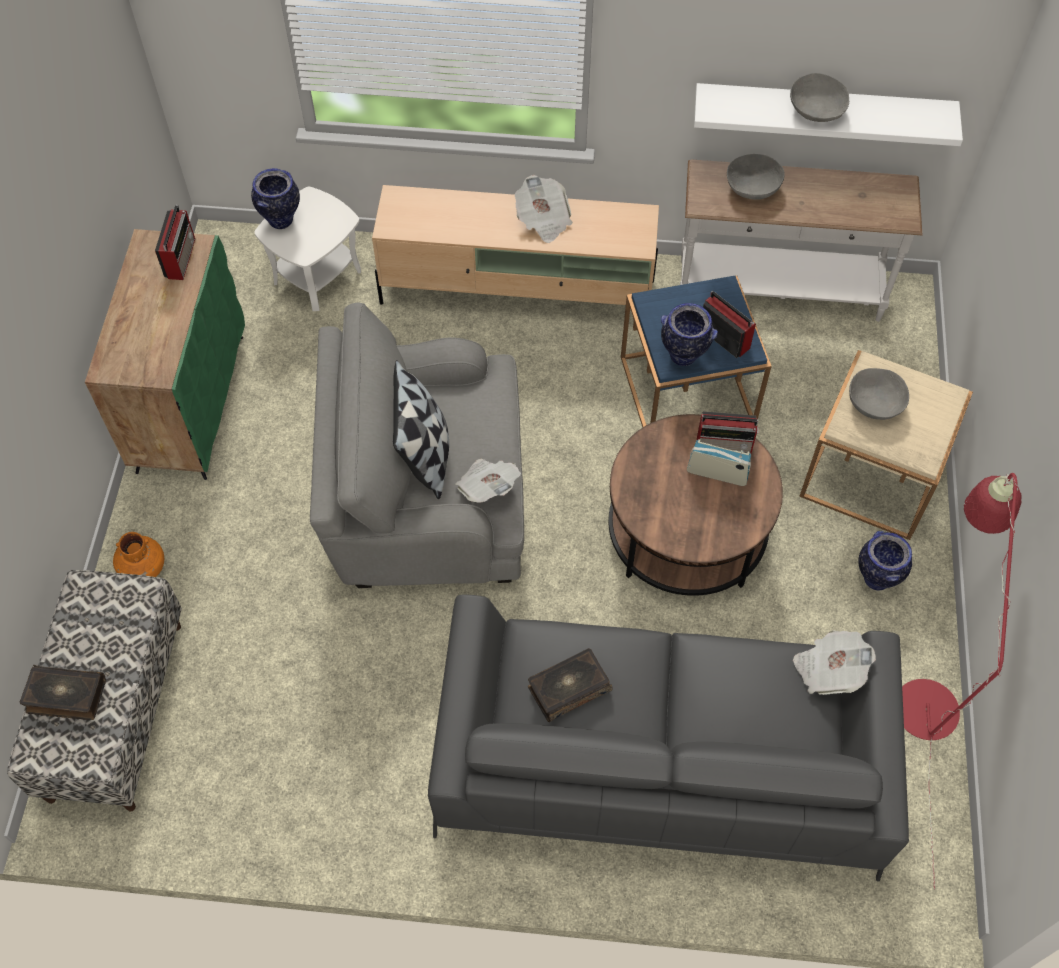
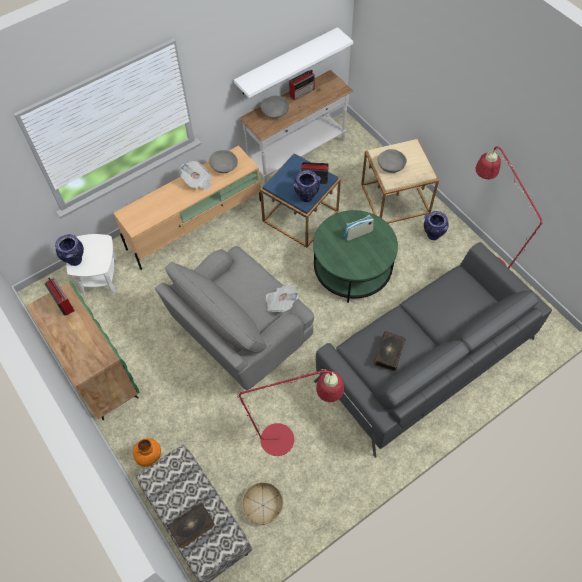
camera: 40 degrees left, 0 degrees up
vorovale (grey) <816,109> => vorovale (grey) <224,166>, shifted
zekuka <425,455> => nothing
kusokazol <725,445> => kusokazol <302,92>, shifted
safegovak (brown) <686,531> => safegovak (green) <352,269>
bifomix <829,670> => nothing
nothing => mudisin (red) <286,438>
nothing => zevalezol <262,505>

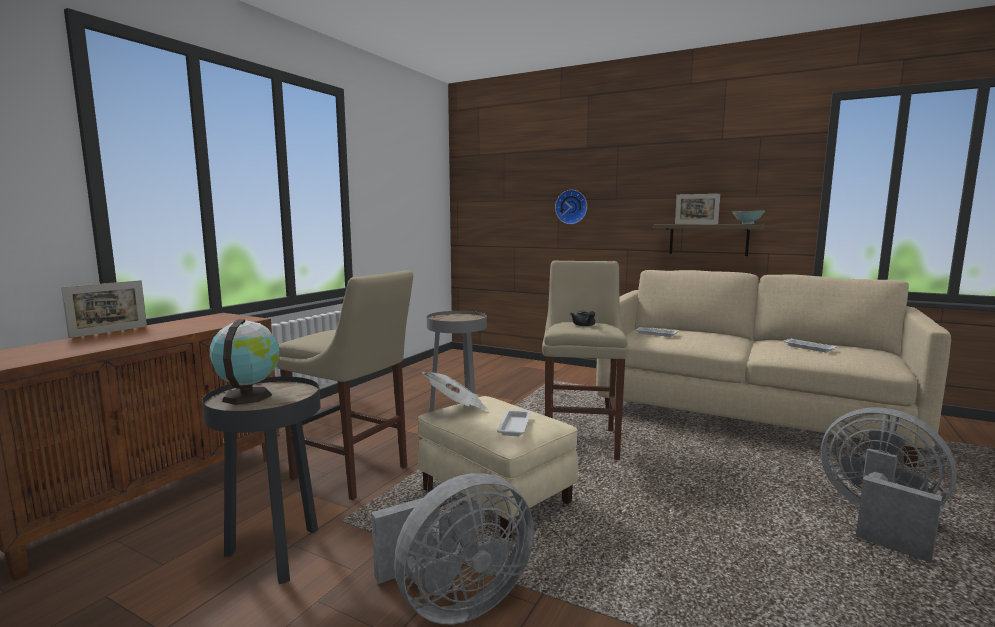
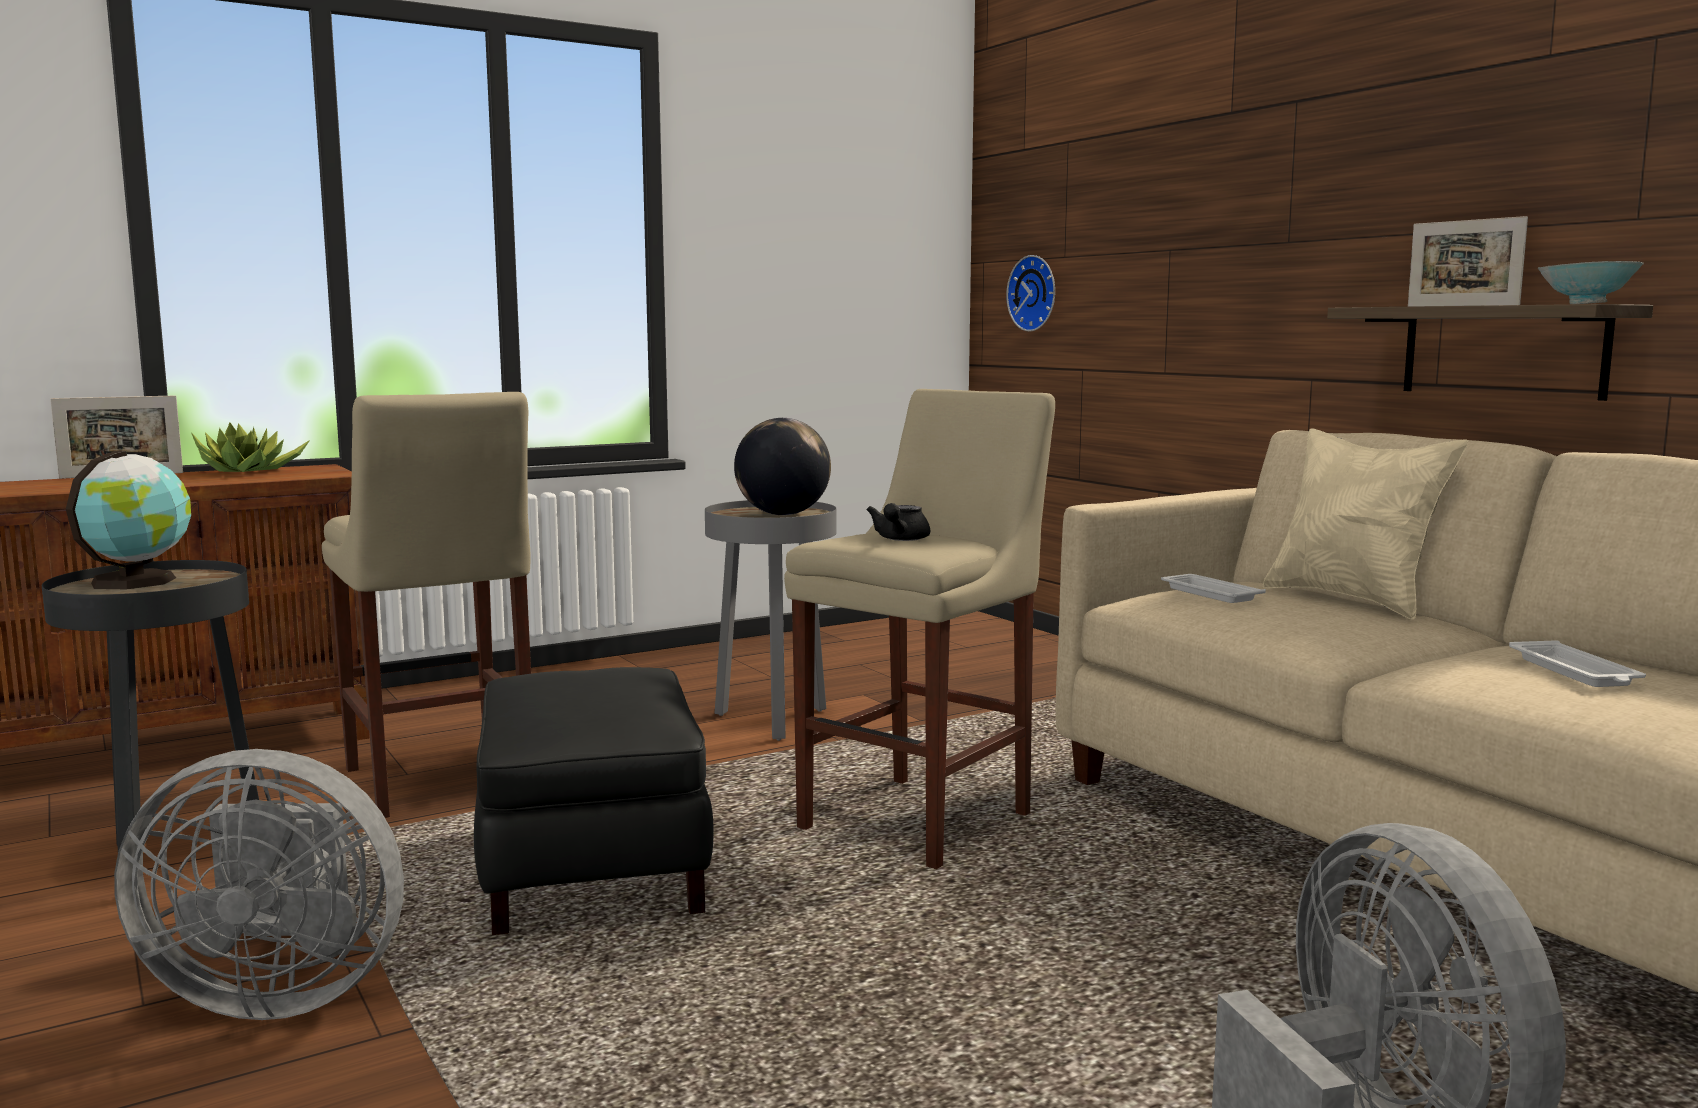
camera: 30 degrees right, 0 degrees up
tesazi <571,207> => tesazi <1035,293>, shifted
bifomix <456,407> => nothing
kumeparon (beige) <494,497> => kumeparon (black) <591,870>
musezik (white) <515,426> => nothing
nothing => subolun <783,514>
nothing => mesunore <247,472>
nothing => zekuka (beige) <1353,600>

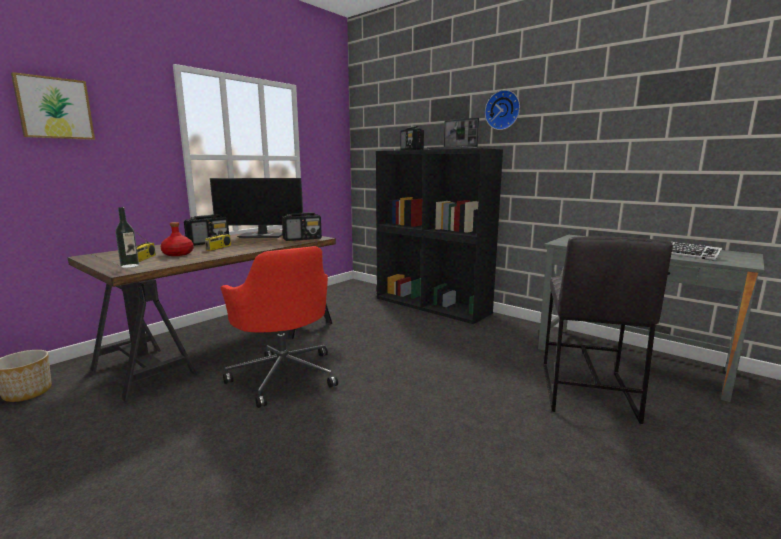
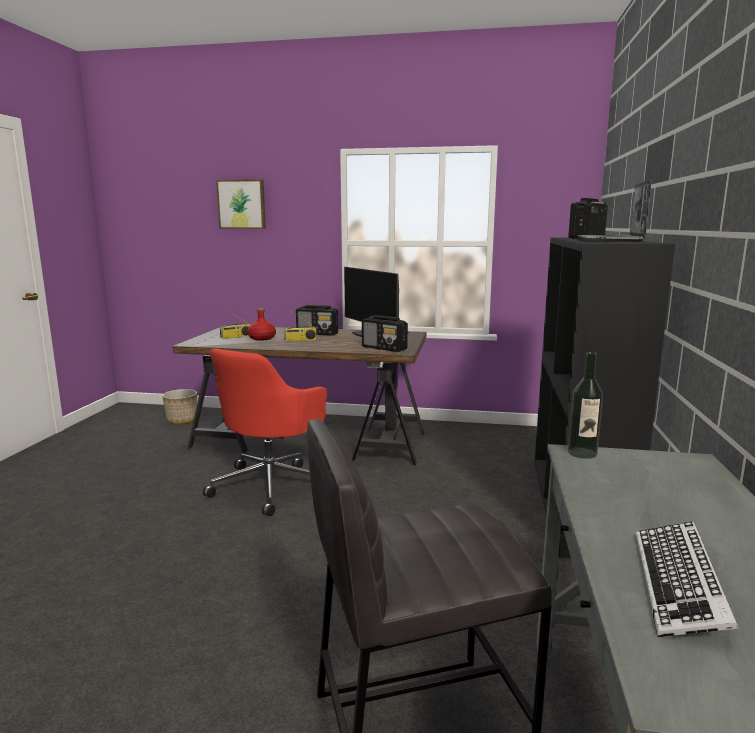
camera: 60 degrees right, 0 degrees up
tesazi <503,110> => nothing
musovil <130,266> => musovil <582,453>, shifted

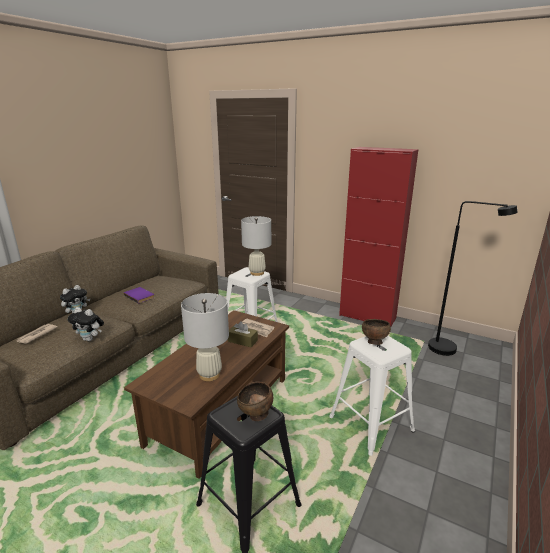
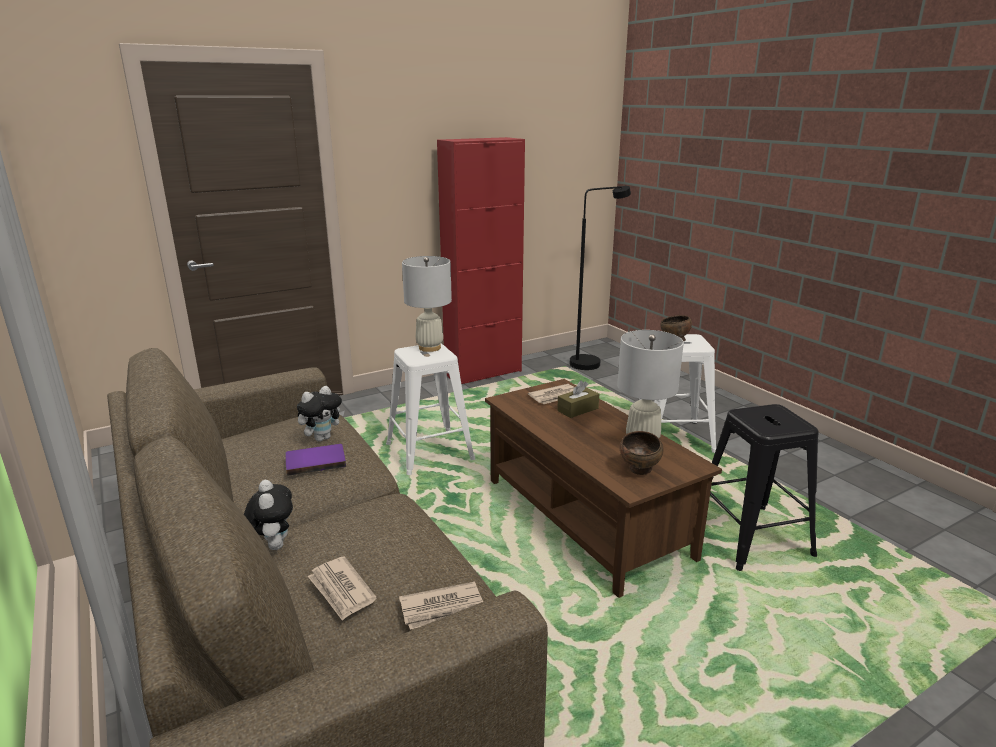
camera: 60 degrees left, 0 degrees up
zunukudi <90,339> => zunukudi <322,438>, shifted
vorovale (brown) <256,416> => vorovale (brown) <640,471>, shifted
nothing => bifomix <443,608>

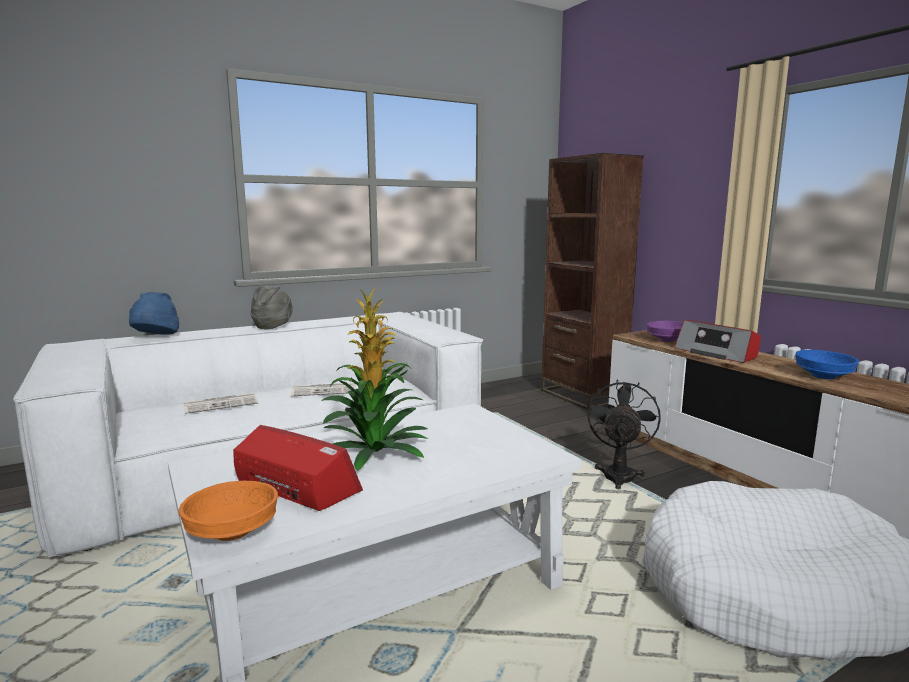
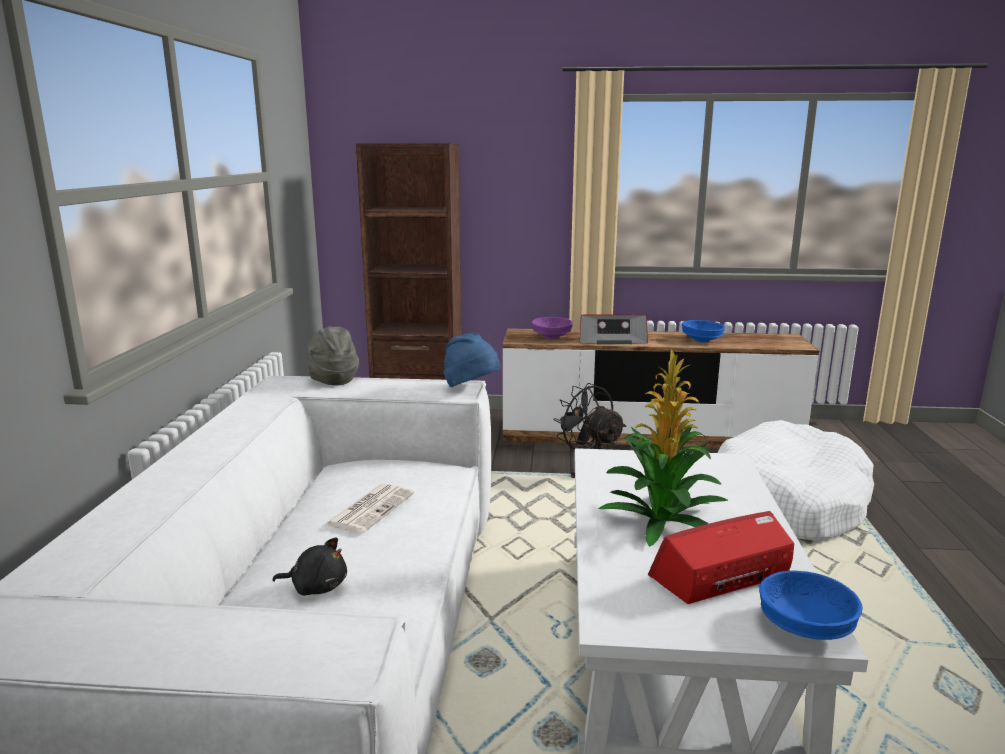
camera: 55 degrees left, 5 degrees up
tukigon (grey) <273,326> => tukigon (grey) <332,380>, shifted
tukigon (blue) <156,337> => tukigon (blue) <472,388>, shifted
bifomix <222,404> => zunukudi (black) <316,587>
vorovale (orange) <233,532> => vorovale (blue) <806,626>

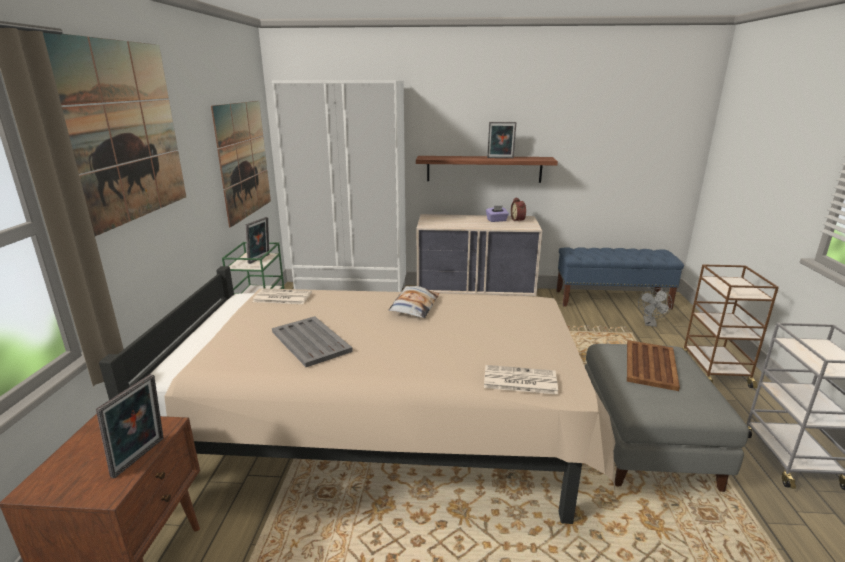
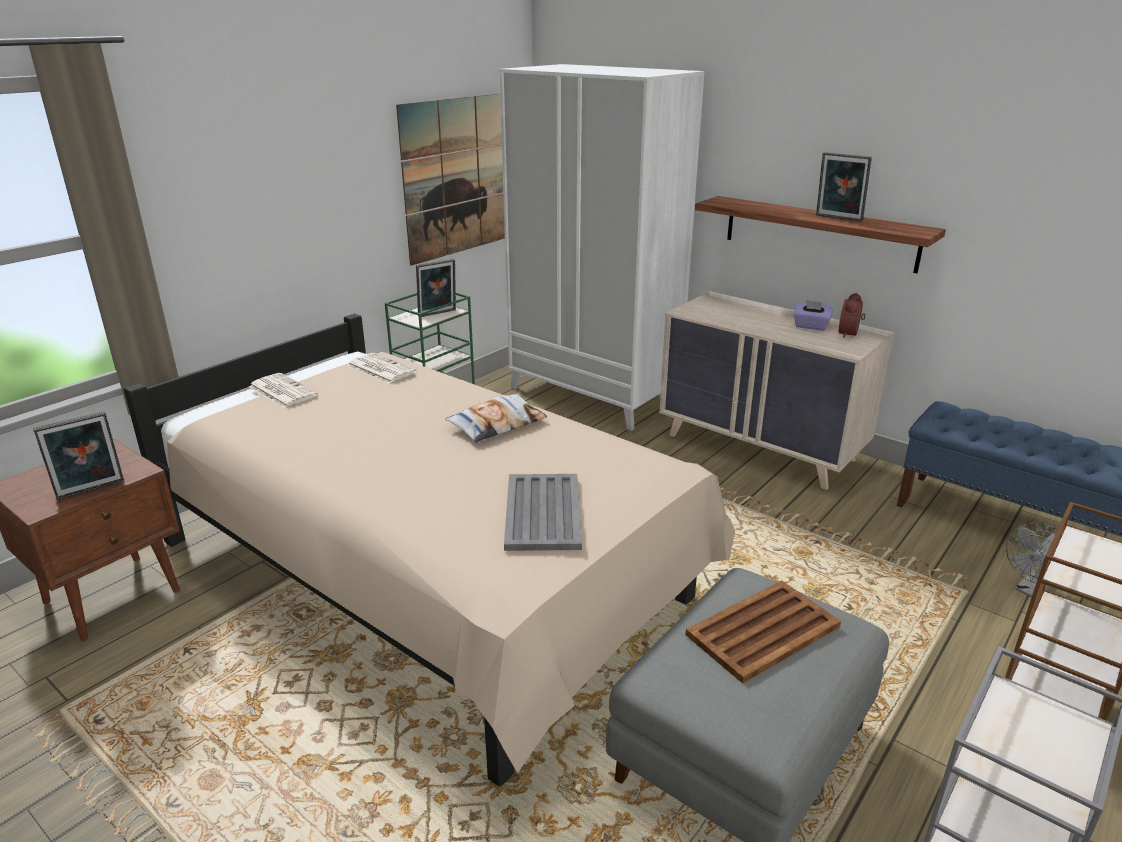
camera: 35 degrees right, 5 degrees up
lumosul <125,132> => nothing
musezik (grey) <310,341> => musezik (grey) <543,511>, shifted
bifomix <519,381> => bifomix <281,391>, shifted

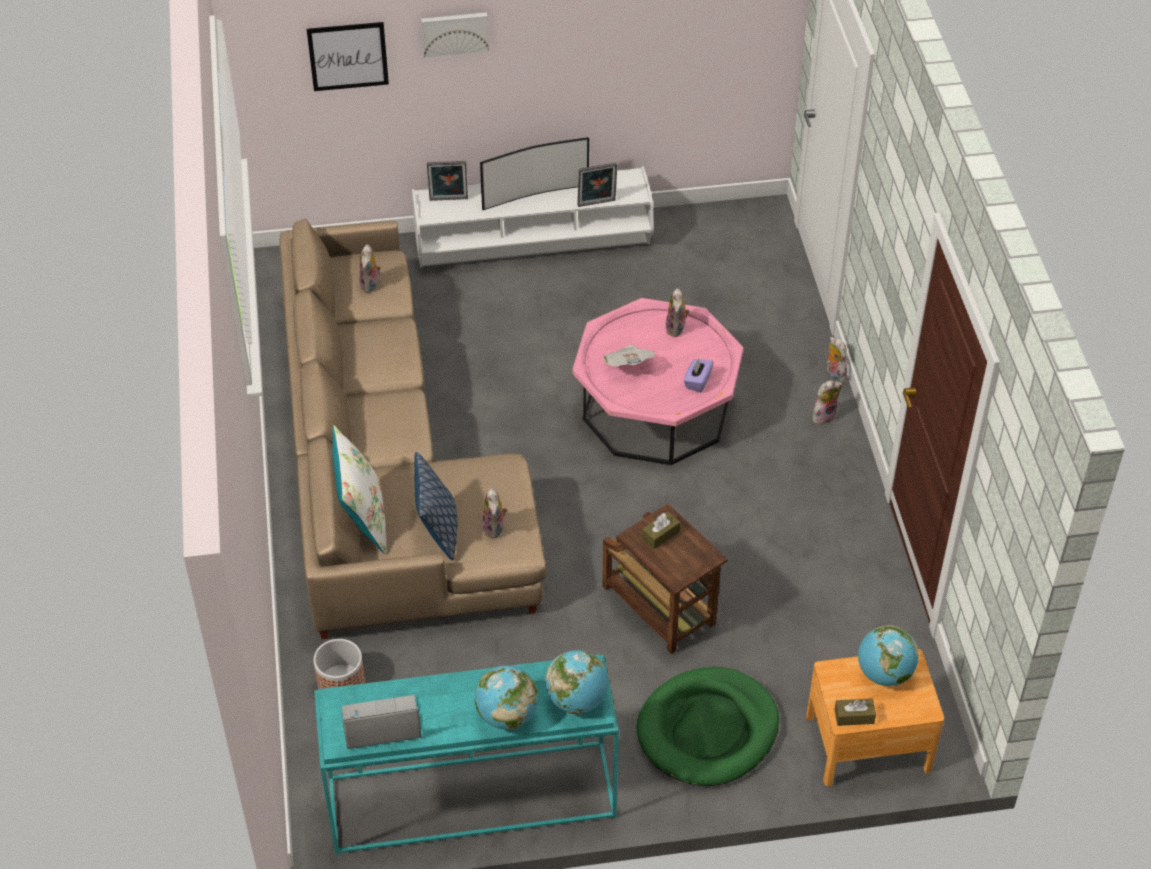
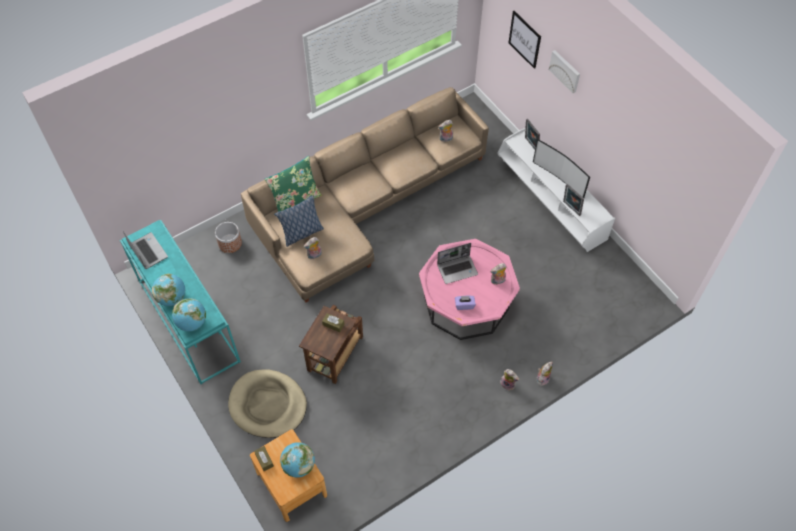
camera: 65 degrees right, 10 degrees up
bifomix <628,365> => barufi <457,269>
zekuka (white) <362,518> => zekuka (green) <296,201>
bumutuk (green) <708,730> => bumutuk (beige) <268,405>

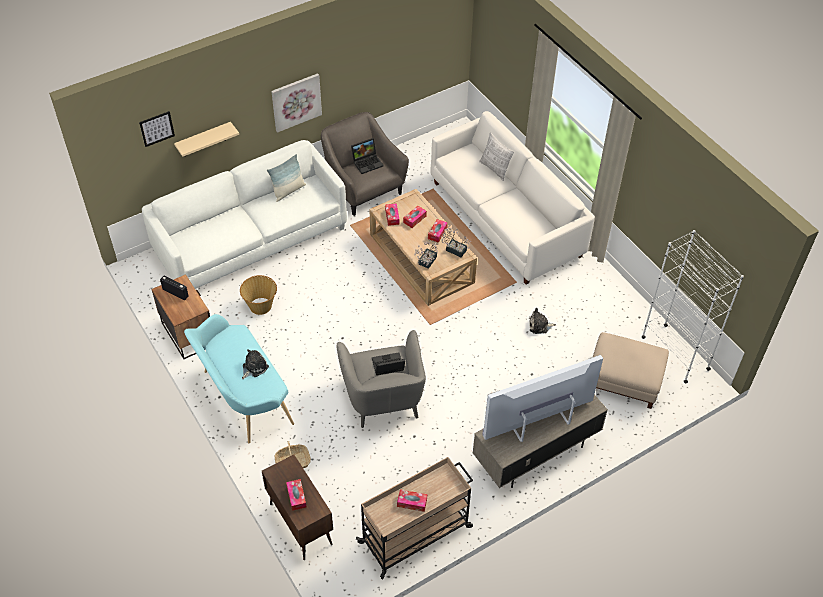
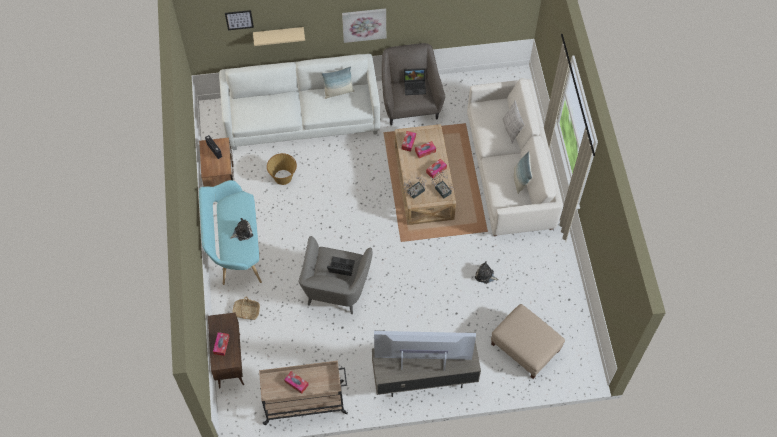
camera: 25 degrees right, 10 degrees up
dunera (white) <675,353> => nothing
nothing => zekuka <520,180>

